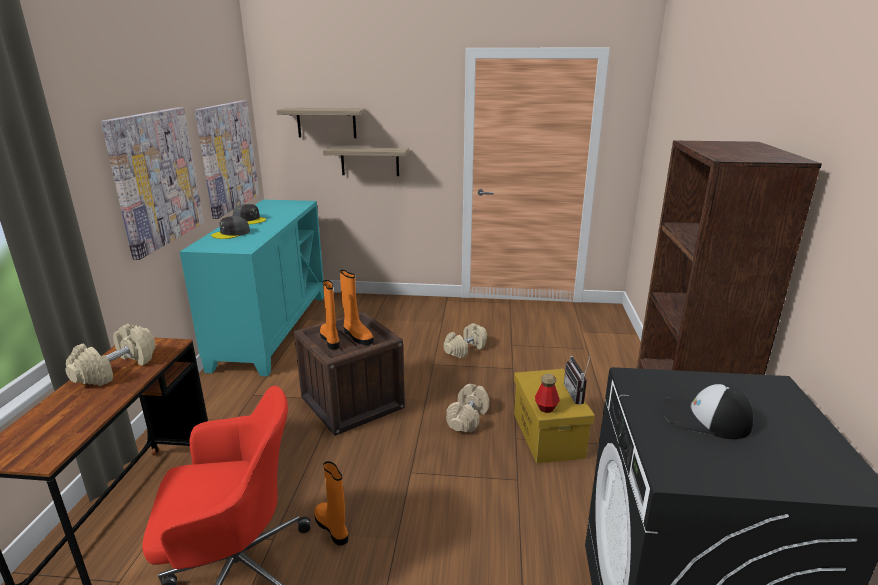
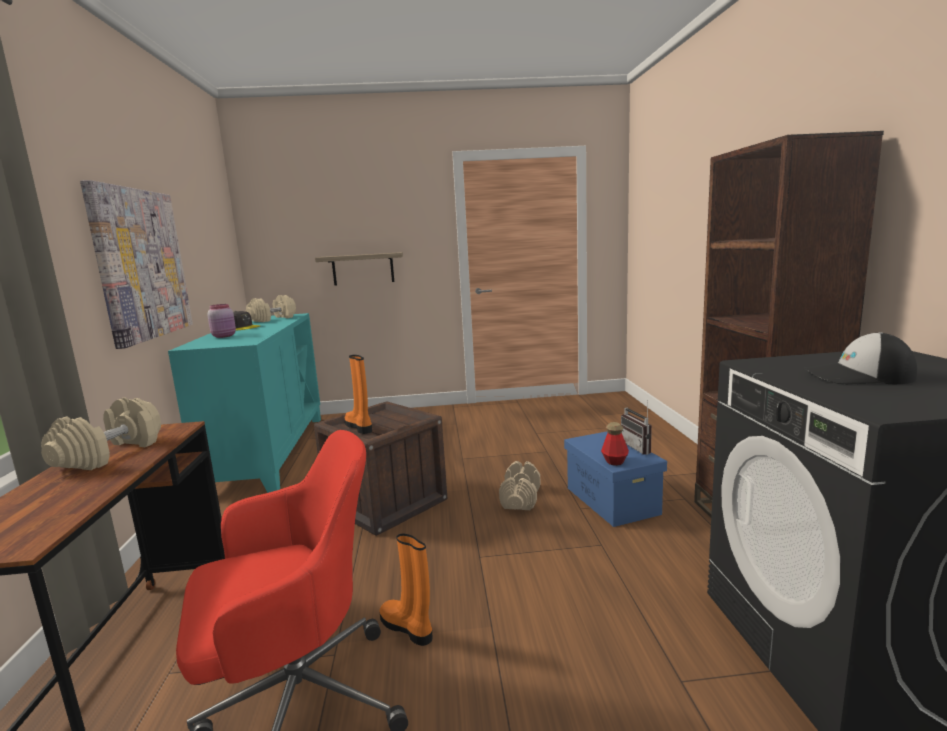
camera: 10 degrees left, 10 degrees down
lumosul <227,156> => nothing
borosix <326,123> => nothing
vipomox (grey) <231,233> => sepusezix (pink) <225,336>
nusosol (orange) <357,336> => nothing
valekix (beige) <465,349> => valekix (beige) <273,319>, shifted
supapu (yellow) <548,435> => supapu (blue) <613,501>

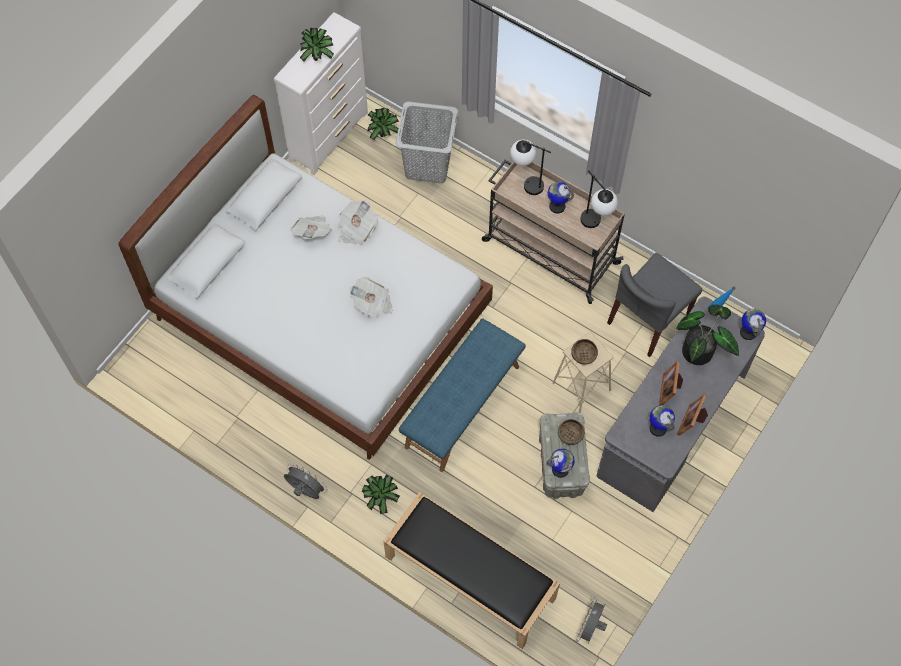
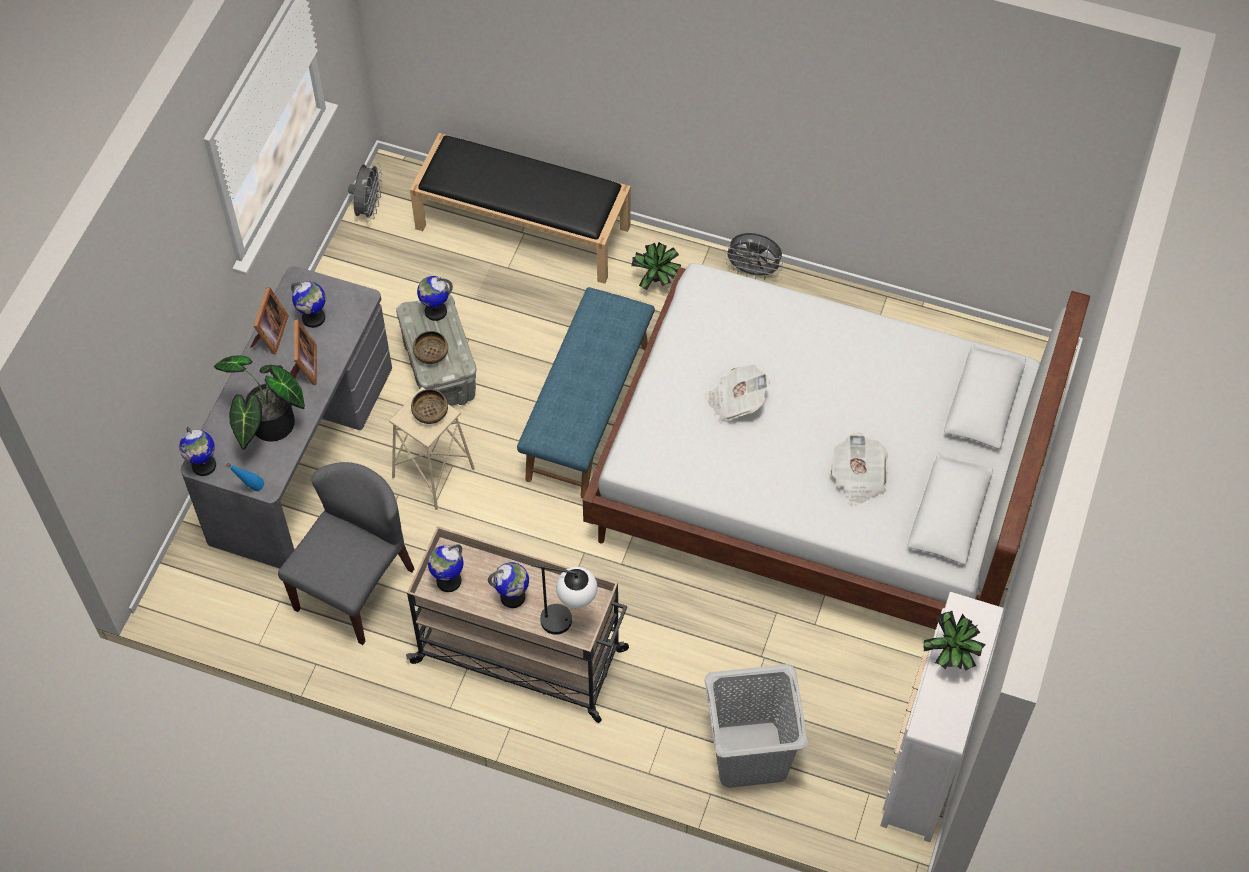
camera: 165 degrees right, 5 degrees down
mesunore <383,134> => nothing
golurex <595,225> => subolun <448,581>
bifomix <356,229> => nothing

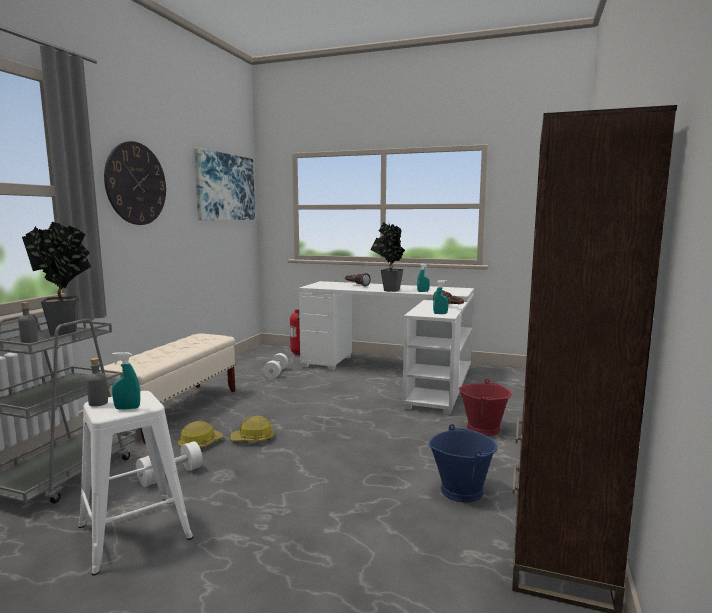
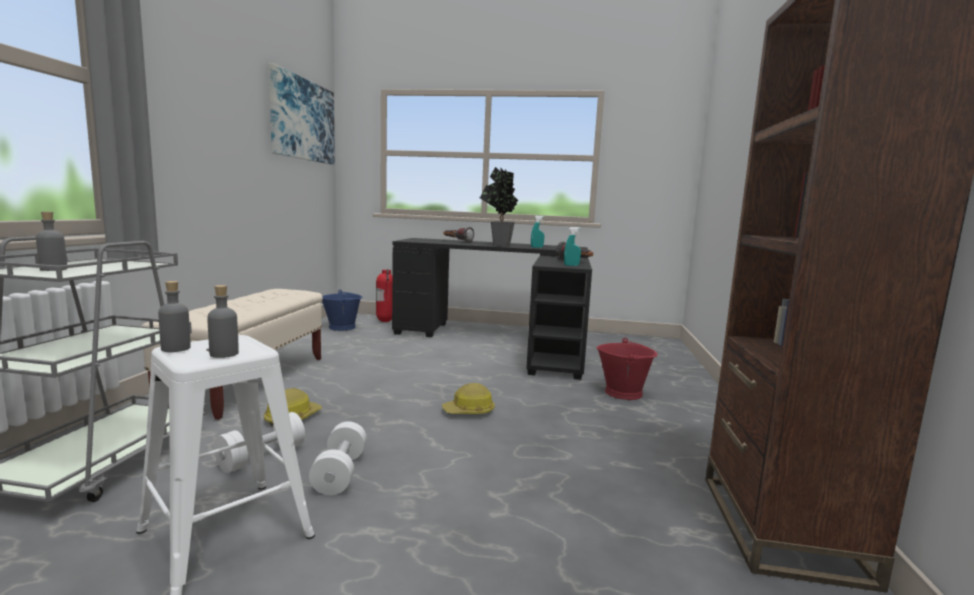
camera: 10 degrees left, 0 degrees up
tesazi <136,183> => nothing
mesunore <68,332> => nothing
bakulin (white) <397,374> => bakulin (black) <504,341>
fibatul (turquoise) <127,408> => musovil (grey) <224,354>
valekix (white) <276,373> => valekix (white) <340,473>, shifted
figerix <253,439> => figerix <469,411>, shifted
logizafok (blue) <461,490> => logizafok (blue) <342,327>, shifted

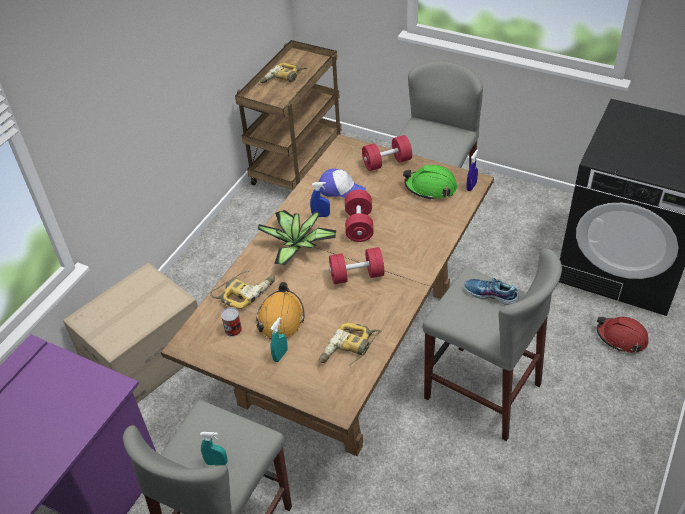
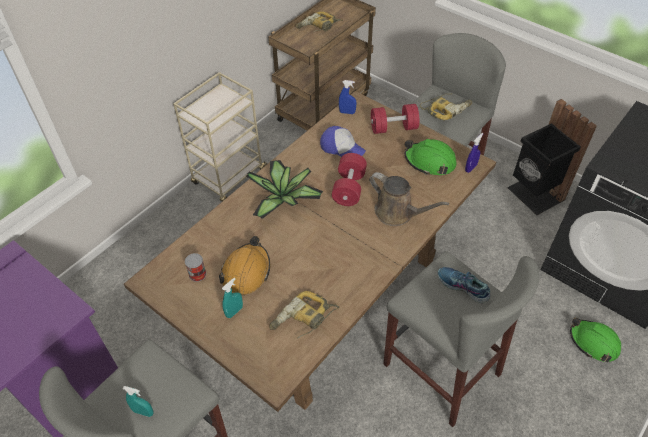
camera: 10 degrees right, 5 degrees up
fibatul (blue) <321,215> => fibatul (blue) <347,112>, shifted
valekix (red) <357,275> => nothing
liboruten <146,357> => nothing
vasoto <245,291> => vasoto <446,109>, shifted
figerix (red) <621,338> => figerix (green) <593,342>
nothing => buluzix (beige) <229,178>
nothing => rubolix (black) <534,195>
nothing => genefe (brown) <397,213>

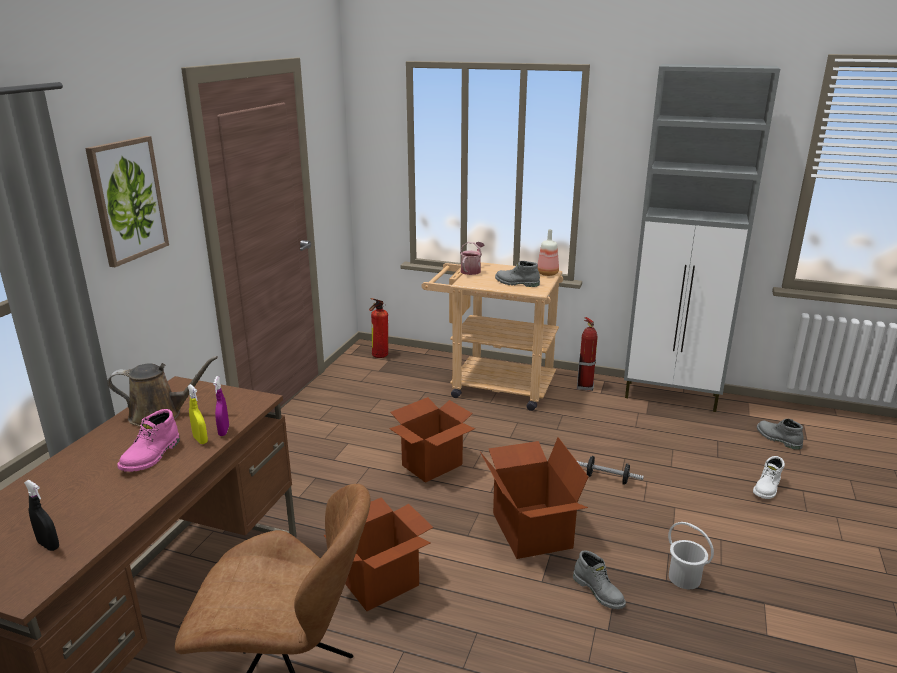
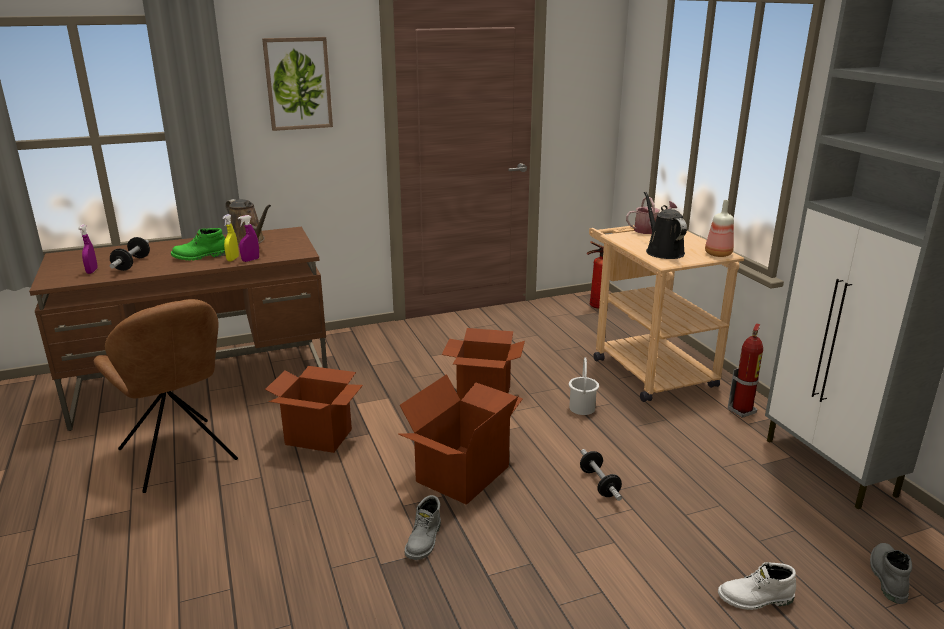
camera: 50 degrees right, 0 degrees up
nusosol (grey) <516,283> => genefe (black) <662,251>
nusosol (pink) <152,456> => nusosol (green) <200,256>
fibatul (black) <48,545> => fibatul (purple) <92,271>
logizafok (white) <684,577> => logizafok (white) <582,408>, shifted
nothing => valekix <132,264>

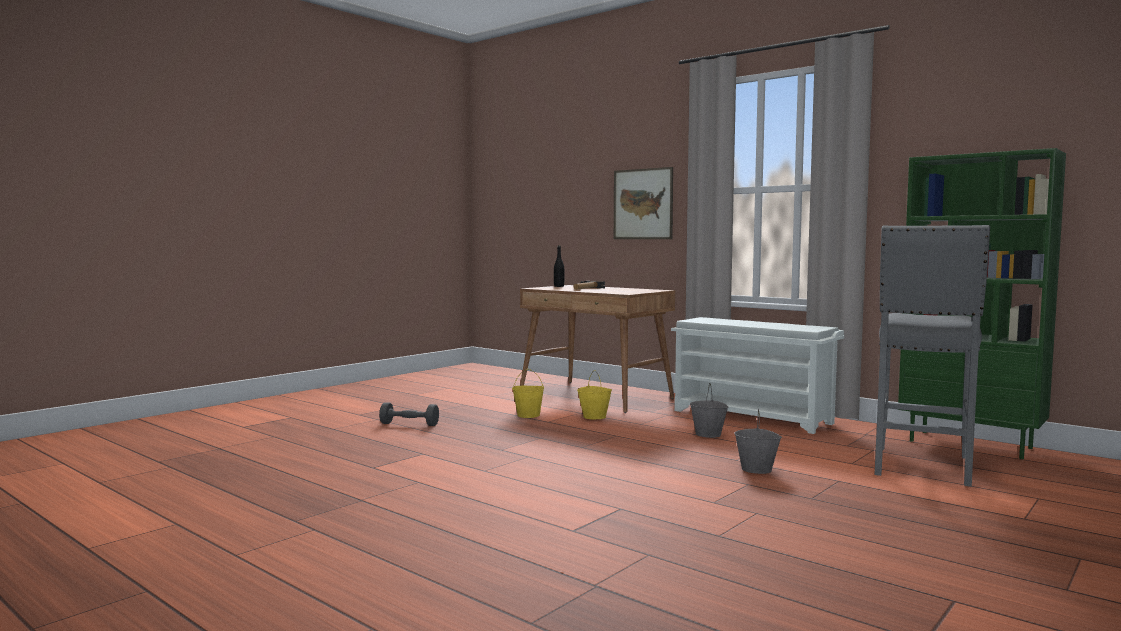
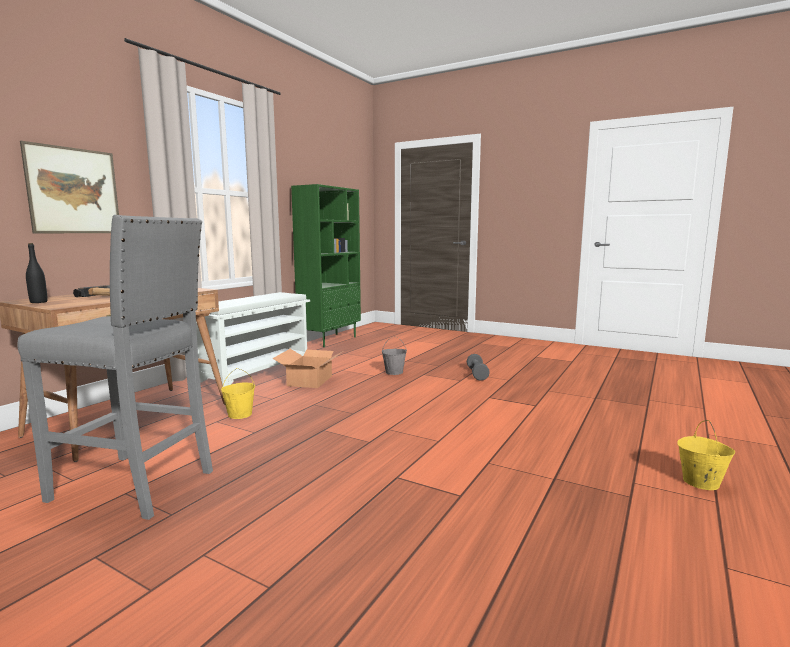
camera: 100 degrees left, 5 degrees up
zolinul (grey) <921,466> => zolinul (grey) <136,486>, shifted
logizafok (yellow) <528,415> => logizafok (yellow) <700,482>, shifted
logizafok (grey) <708,434> => liboruten <310,380>
valekix (grey) <409,424> => valekix (grey) <477,374>, shifted

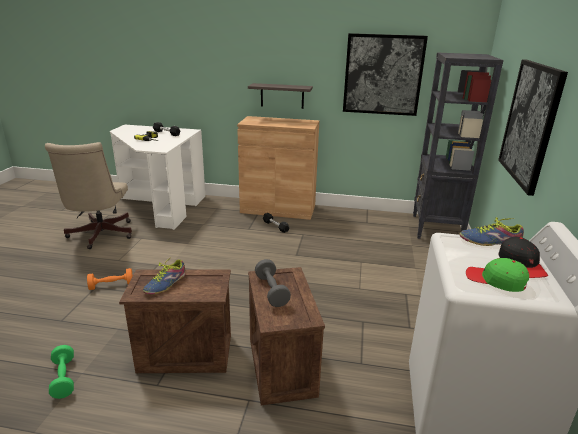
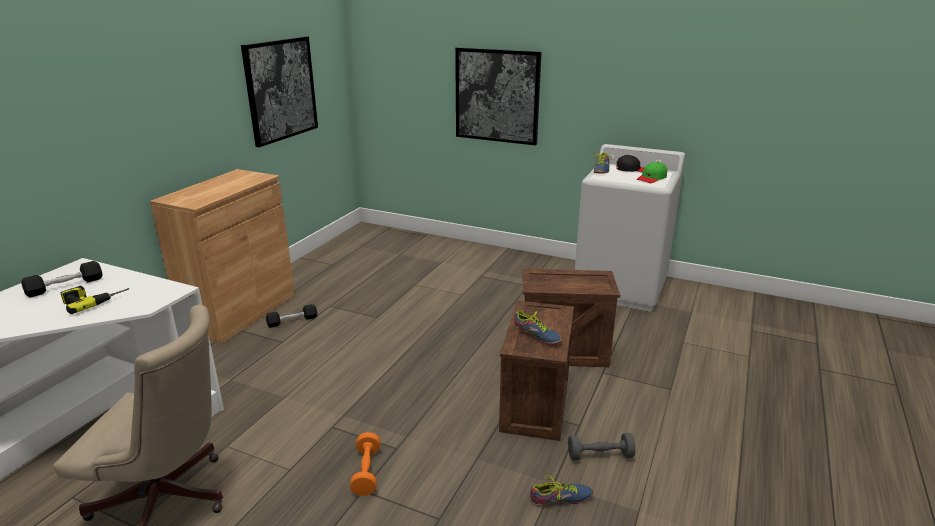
camera: 75 degrees left, 0 degrees up
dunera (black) <436,228> => nothing
borosix <282,96> => nothing
valekix (grey) <271,291> => valekix (grey) <600,456>, shifted
valekix (green) <64,378> => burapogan <560,498>

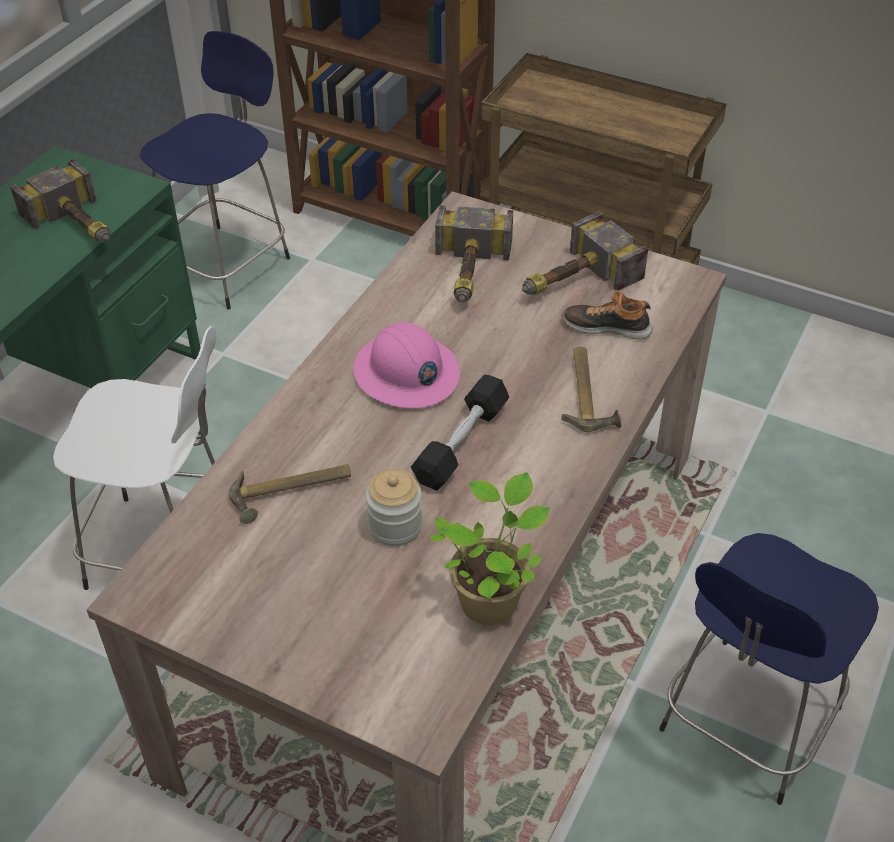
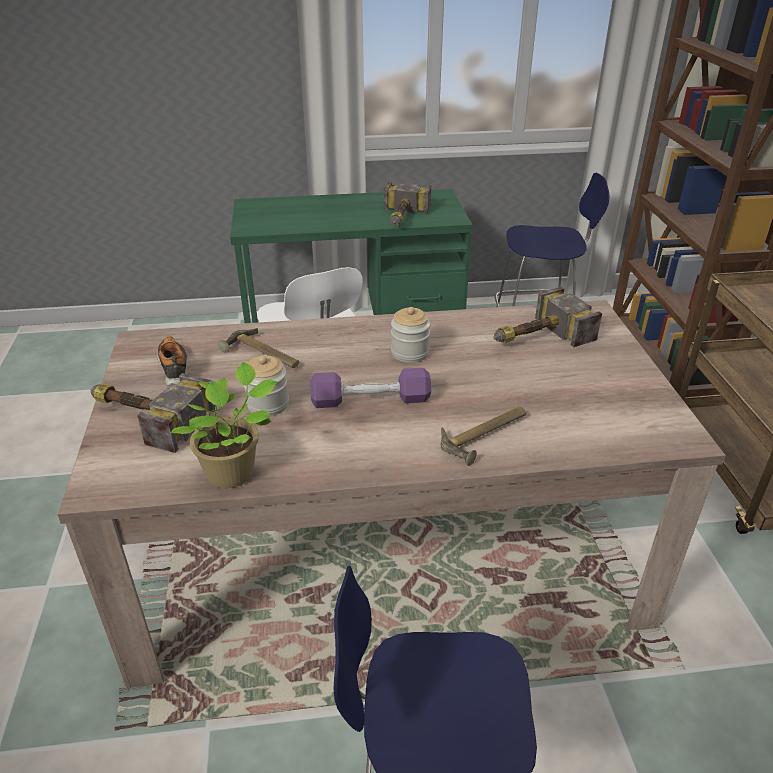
camera: 55 degrees right, 10 degrees down
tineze <571,281> => tineze <145,416>, shifted
burapogan <607,326> => burapogan <174,368>, shifted
figerix (pink) <406,374> => sepusezix <410,353>
valekix (black) <461,443> => valekix (purple) <370,400>

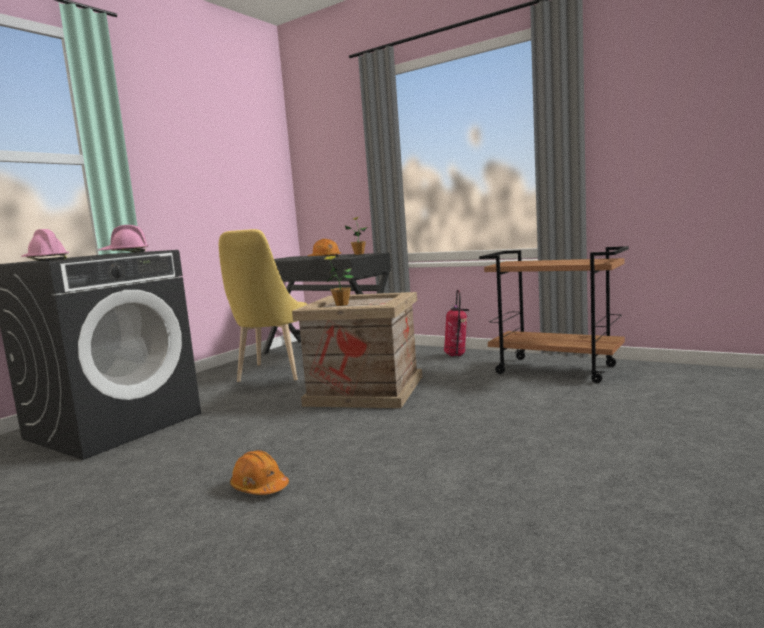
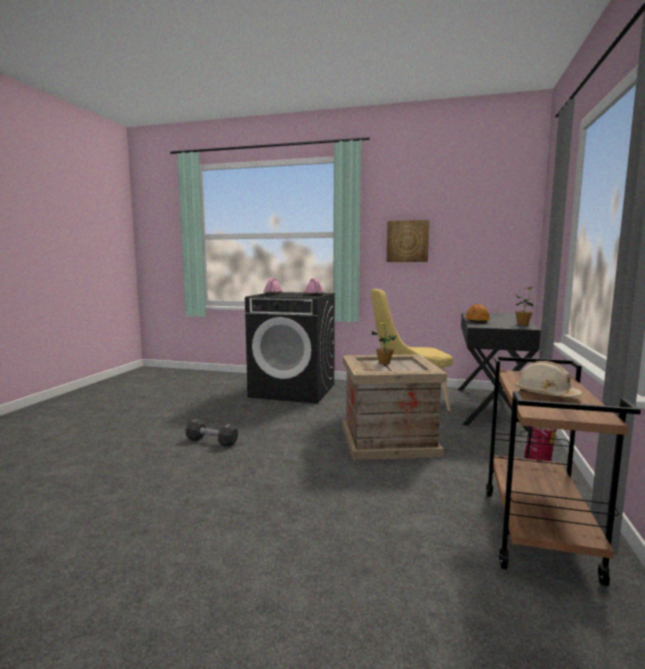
camera: 70 degrees right, 0 degrees up
figerix (orange) <259,487> => valekix (black) <212,441>
nothing => lumosul <407,241>
nothing => figerix (beige) <545,394>

